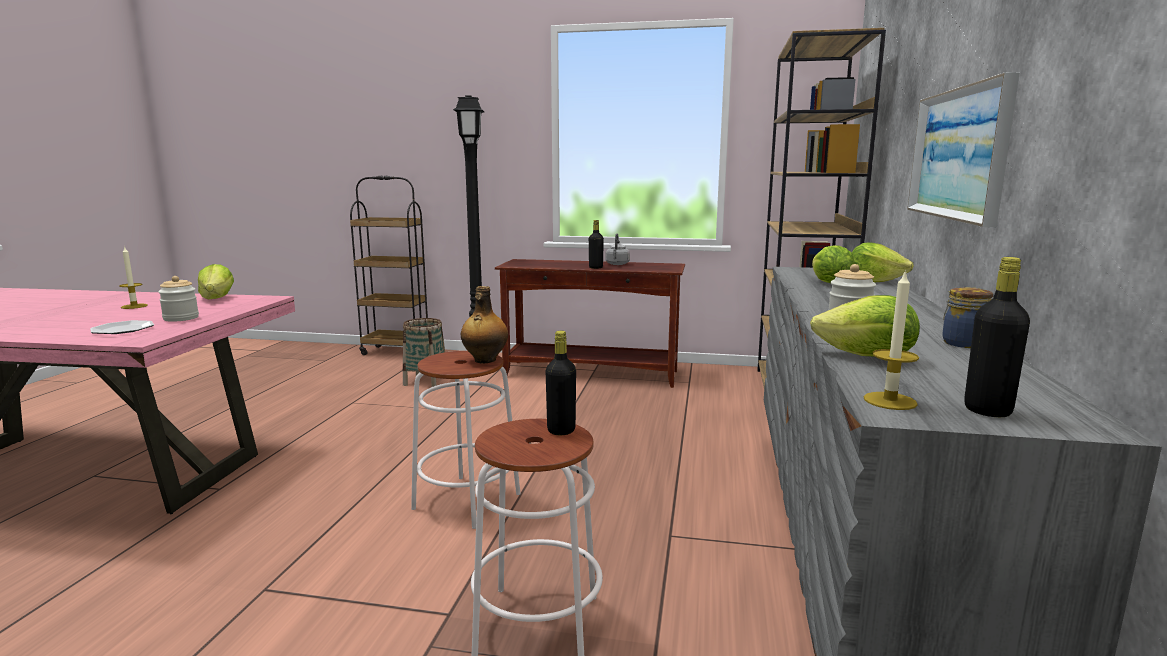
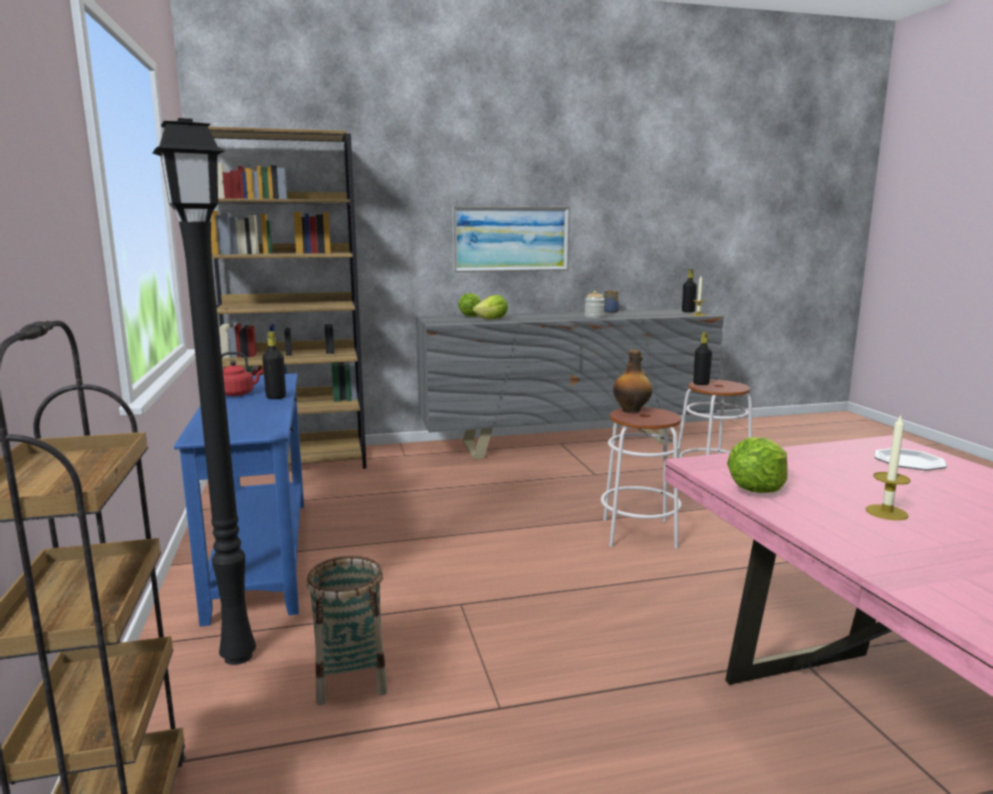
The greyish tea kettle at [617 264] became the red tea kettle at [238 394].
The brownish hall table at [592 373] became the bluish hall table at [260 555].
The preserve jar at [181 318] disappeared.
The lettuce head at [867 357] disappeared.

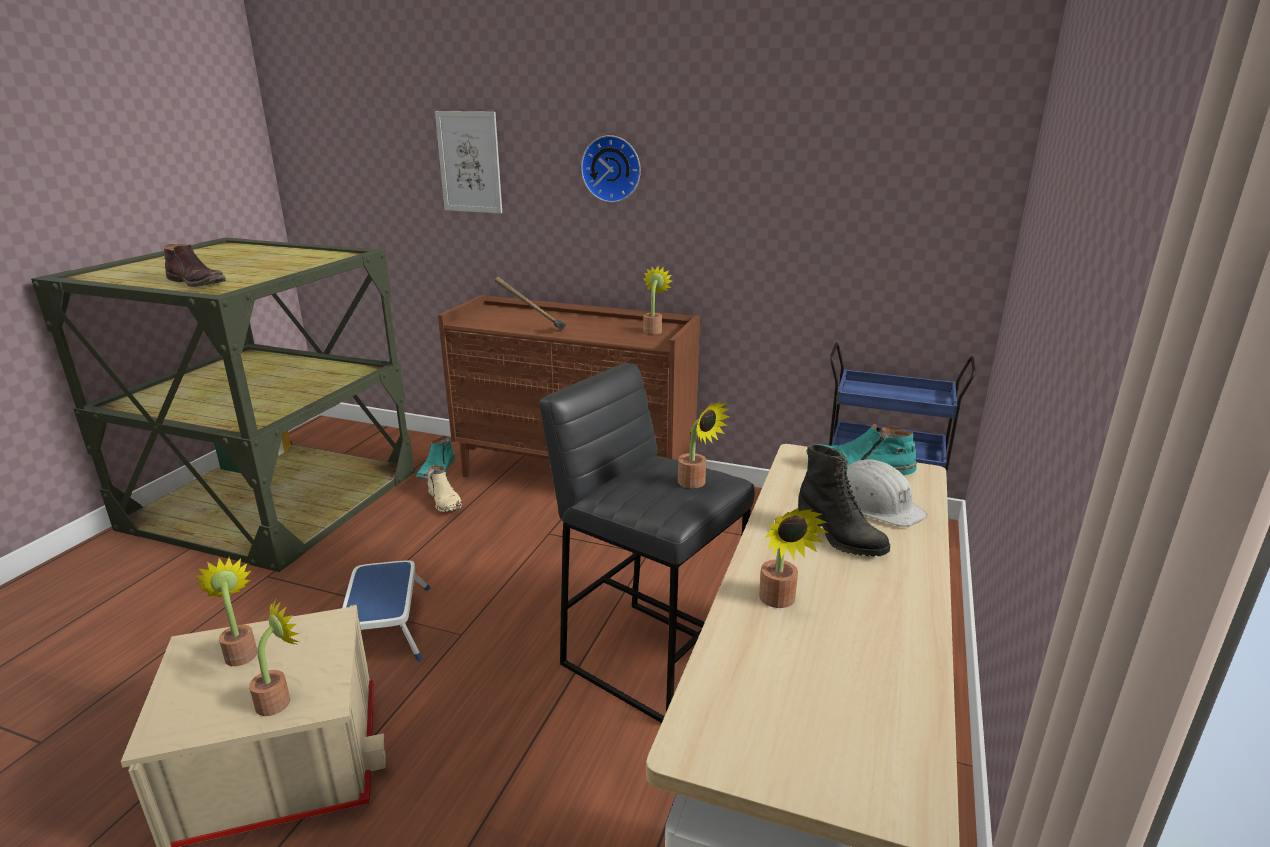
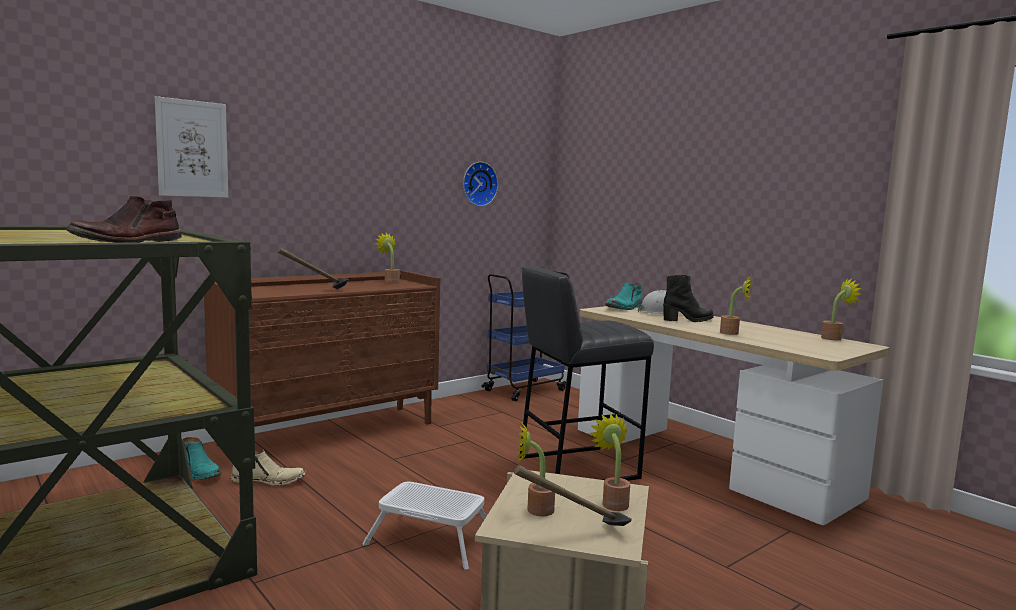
The clock on the wall moved from [612 168] to [478 184].
The brownish high-top boot at [198 282] turned 150 degrees clockwise.
The plant in a pot moved from [696 484] to [834 338].
The bluish step stool at [384 626] became the whitish step stool at [431 539].
The hammer at [575 535] appeared.

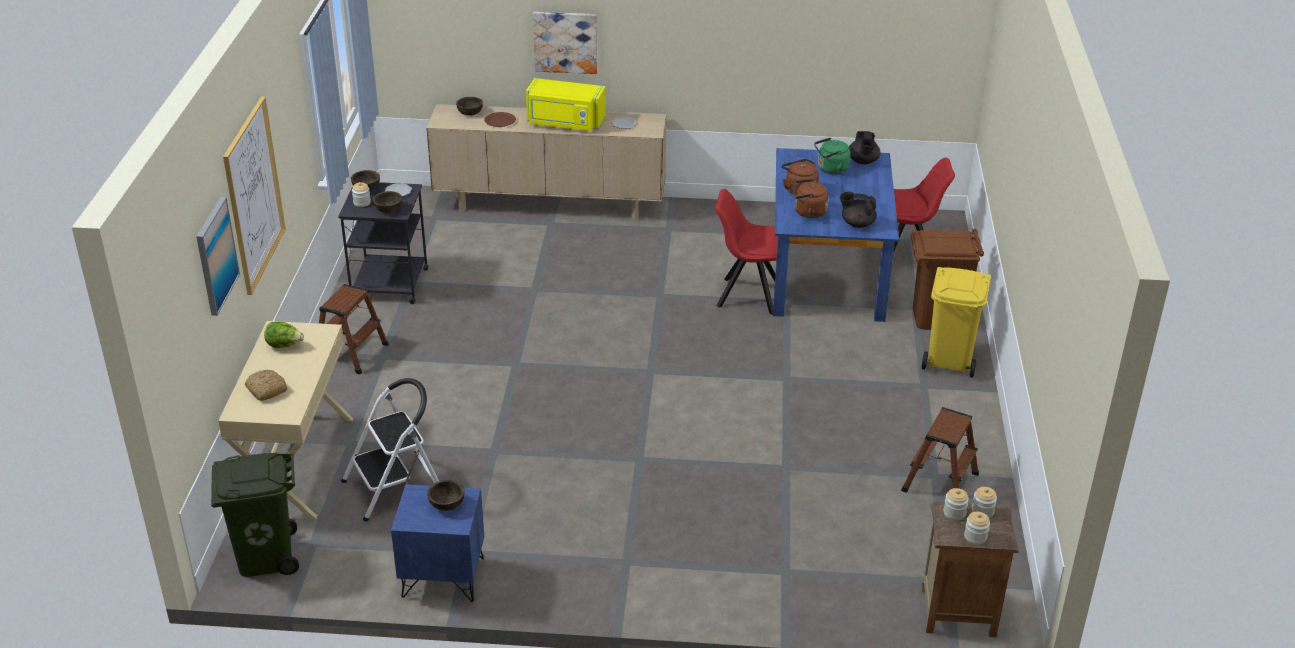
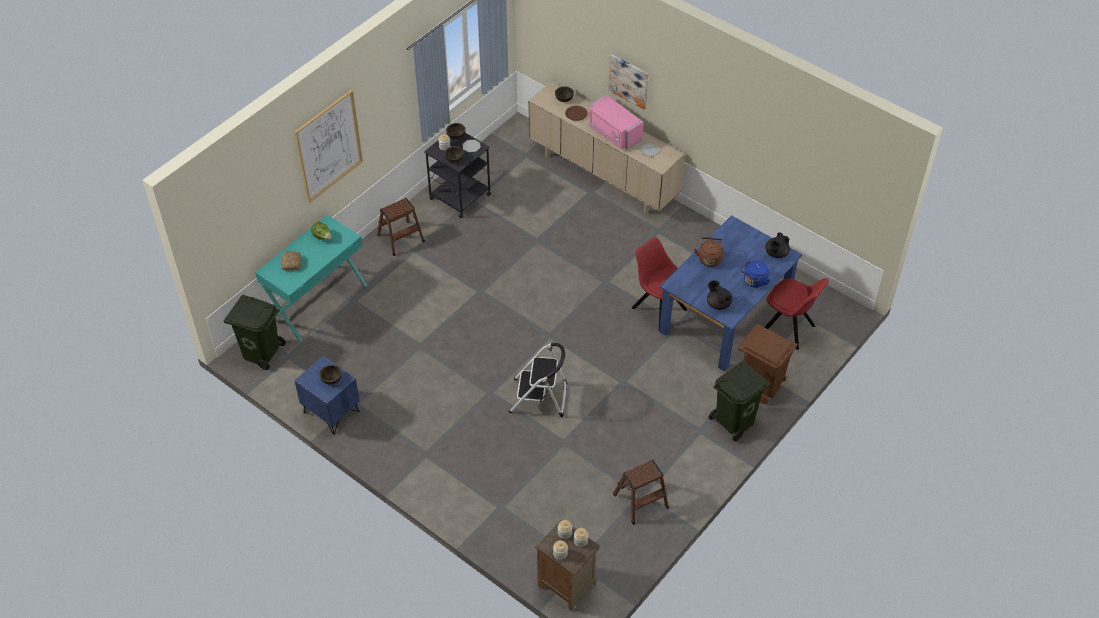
The yellowish microwave oven at [565 123] became the pink-coloured microwave oven at [614 133].
The greenish tea kettle at [831 169] disappeared.
The brownish tea kettle at [808 212] disappeared.
The picture at [216 255] disappeared.
The yellowish rubbish bin at [950 361] became the greenish rubbish bin at [735 421].
The beige hall table at [297 464] became the turquoise hall table at [317 301].
The step stool moved from [397 487] to [540 398].
The bluish tea kettle at [754 282] appeared.

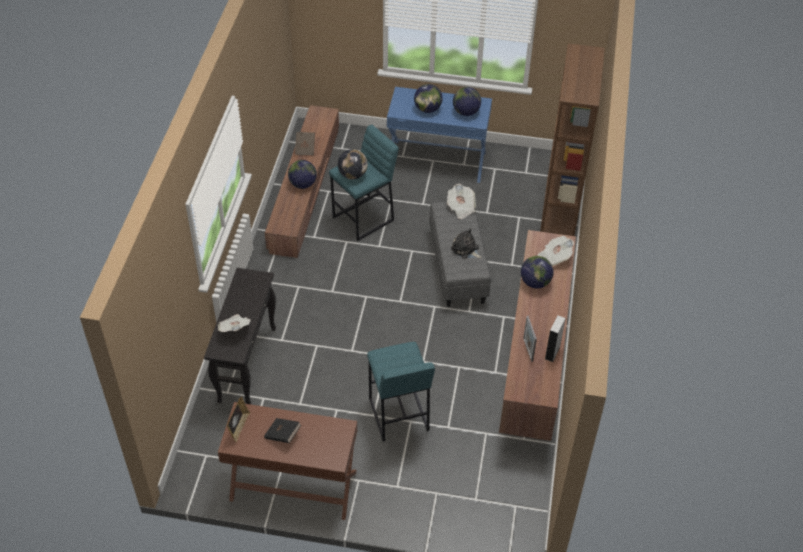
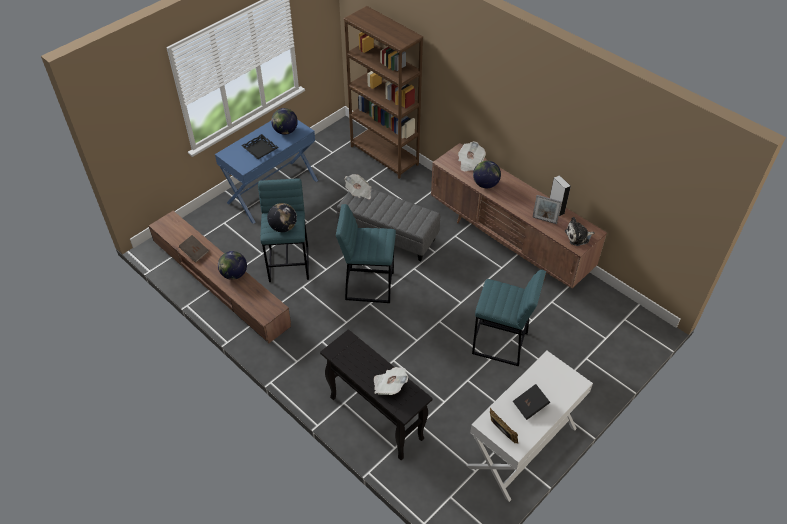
The world globe at [427 109] was replaced by the blackish tray at [260 149].
The soft toy moved from [466 250] to [578 236].
The brownish hall table at [293 486] became the whitish hall table at [522 447].
The turquoise stool seat at [368 286] appeared.

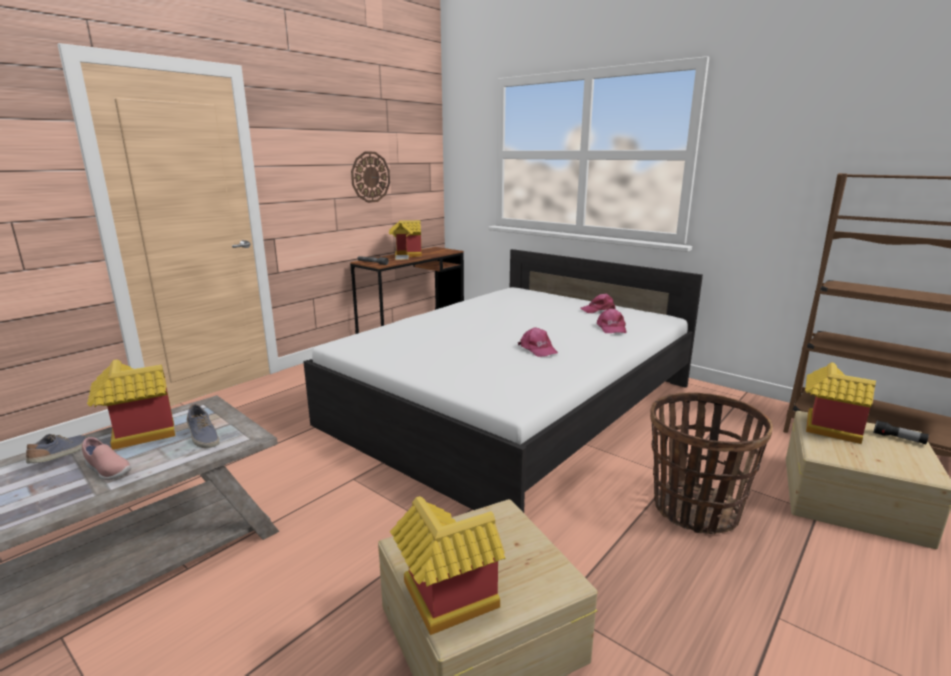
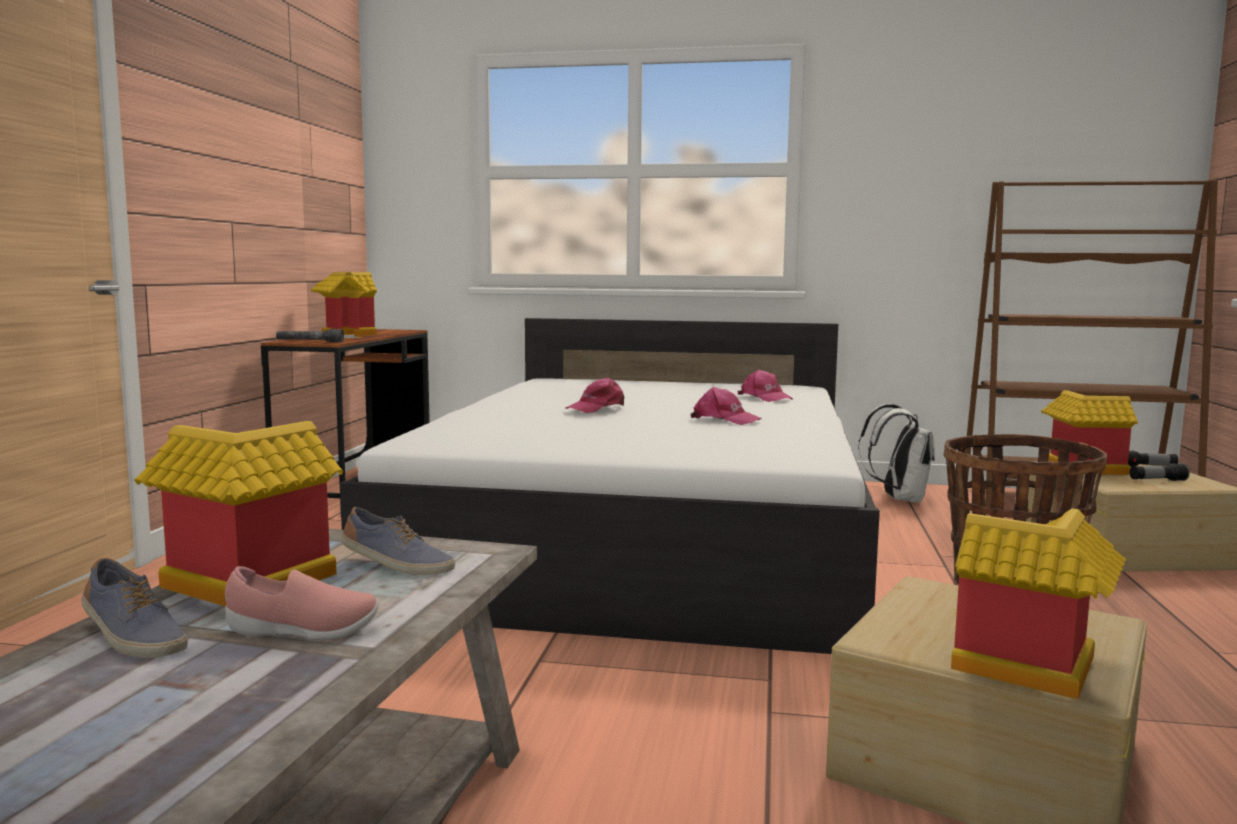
The clock on the wall at [370 177] disappeared.
The pink-coloured baseball cap moved from [598 309] to [597 408].
The low shoe at [61 456] turned 150 degrees clockwise.
The whitish backpack at [899 499] appeared.
The torch at [1157 480] appeared.

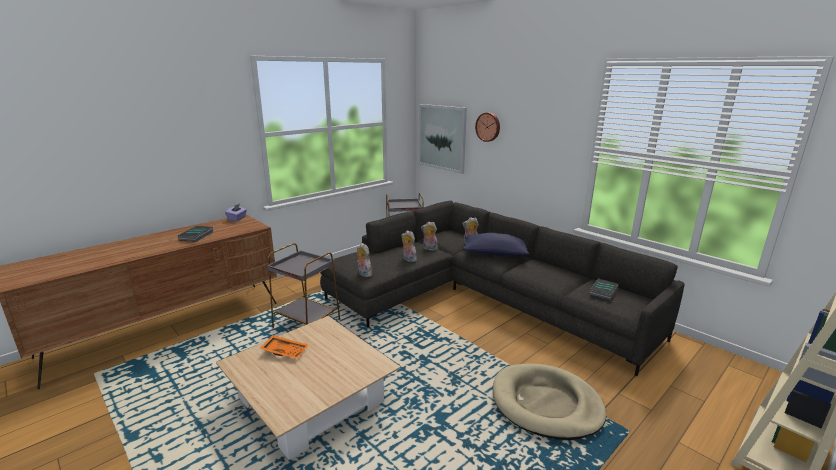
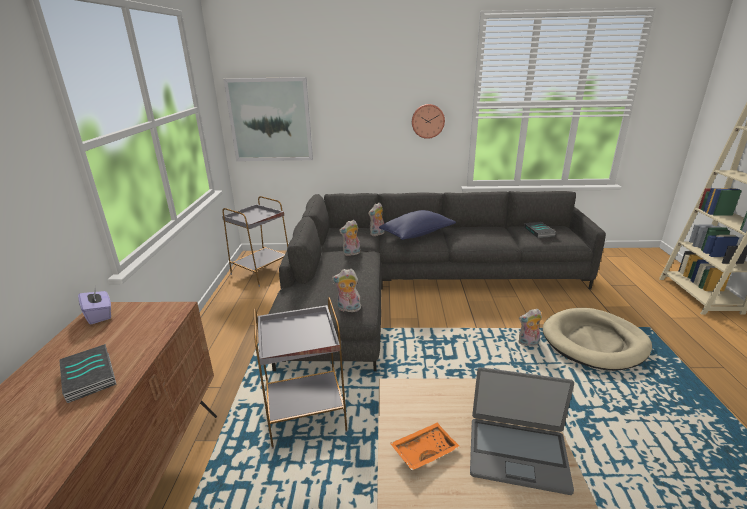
The clock on the wall moved from [488 127] to [427 121].
The soft toy moved from [408 259] to [528 343].
The laptop at [517 453] appeared.

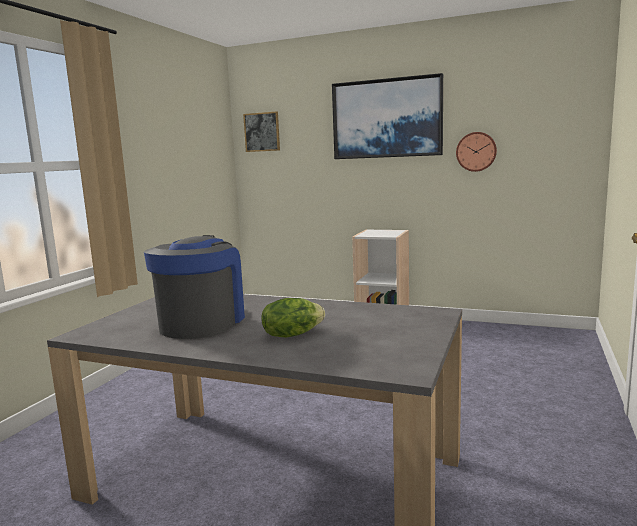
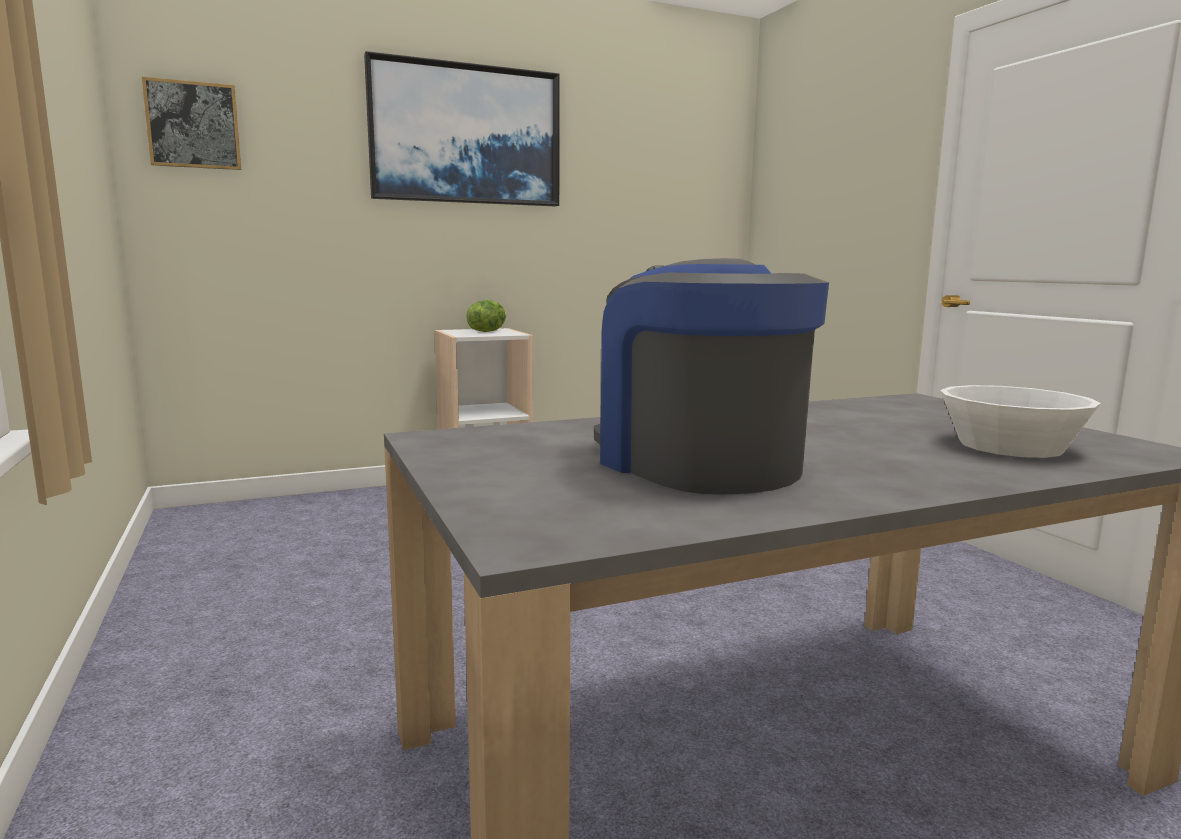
The clock on the wall at [476 151] disappeared.
The lettuce head moved from [292 334] to [487 331].
The whitish serving bowl at [1009 446] appeared.

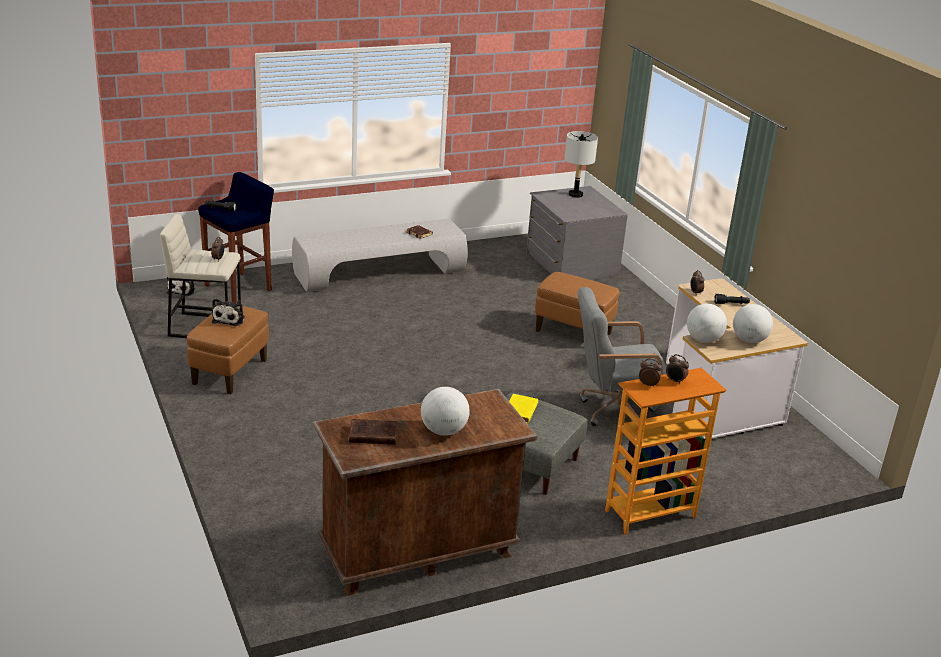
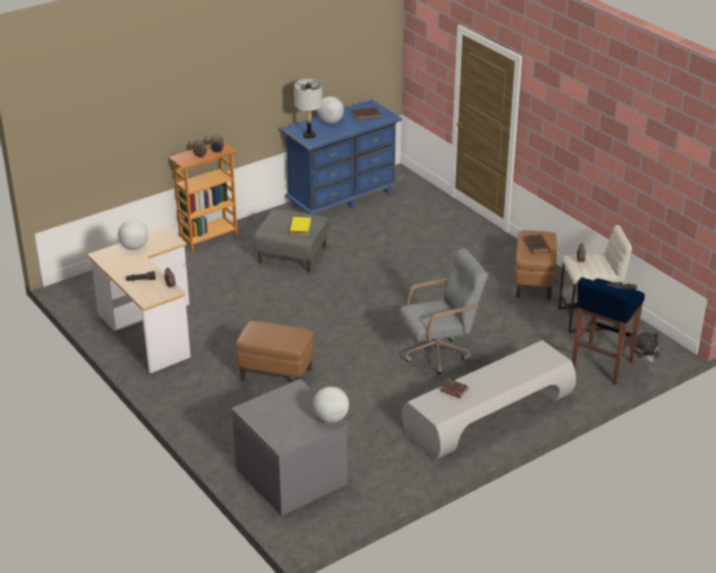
The greyish tabletop lamp moved from [575 195] to [309 135].
The greyish office chair moved from [612 412] to [440 354].
The soft toy at [229 319] was replaced by the brownish volume at [537 246].
The world globe moved from [703 340] to [331 418].
The brownish dresser at [418 553] became the bluish dresser at [342 199].

